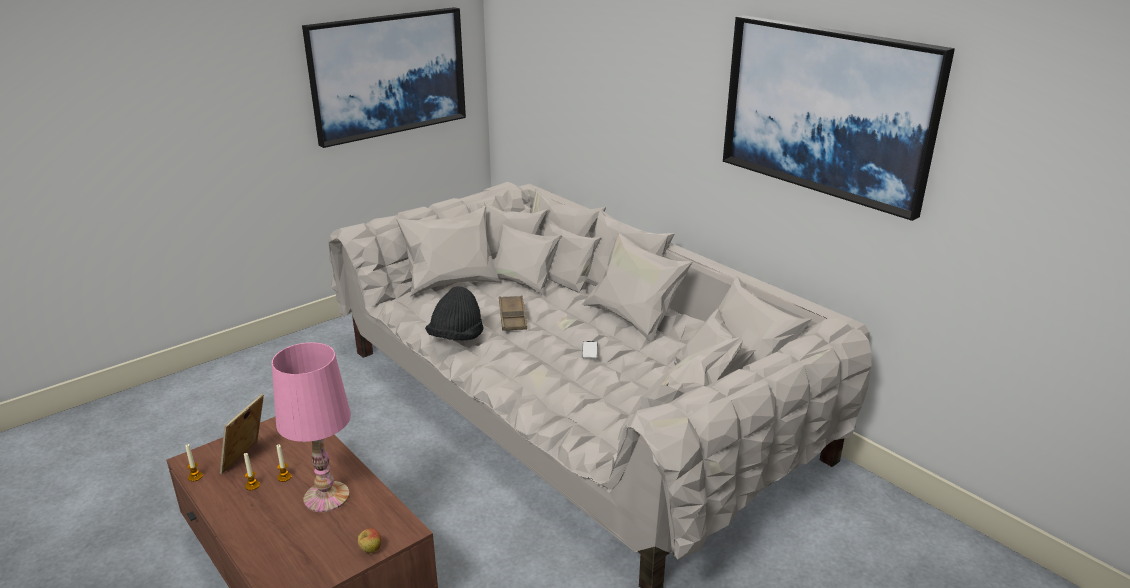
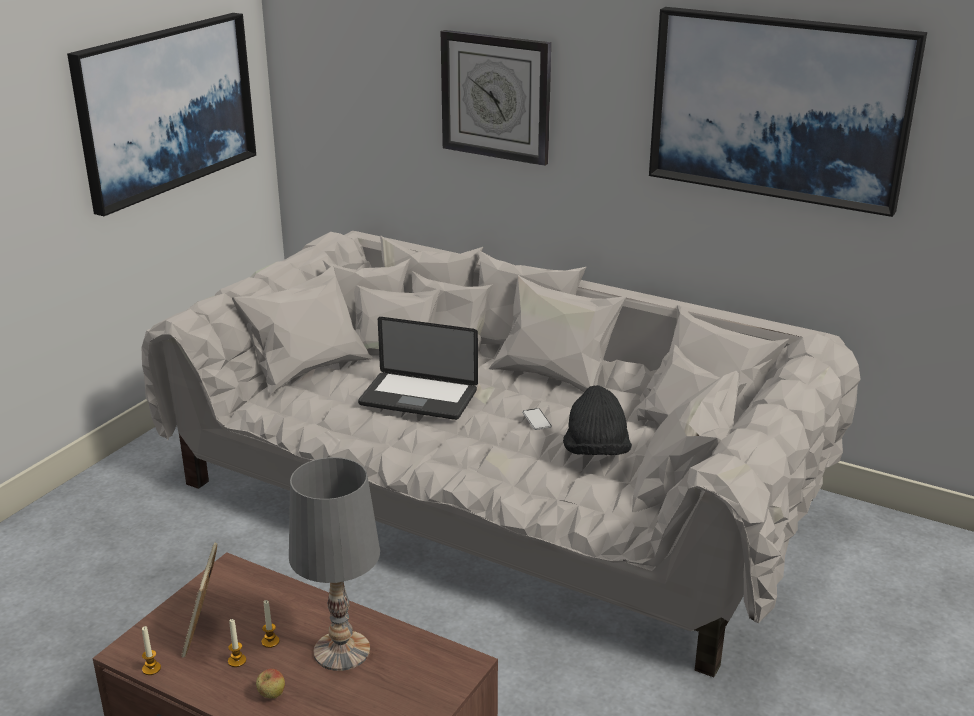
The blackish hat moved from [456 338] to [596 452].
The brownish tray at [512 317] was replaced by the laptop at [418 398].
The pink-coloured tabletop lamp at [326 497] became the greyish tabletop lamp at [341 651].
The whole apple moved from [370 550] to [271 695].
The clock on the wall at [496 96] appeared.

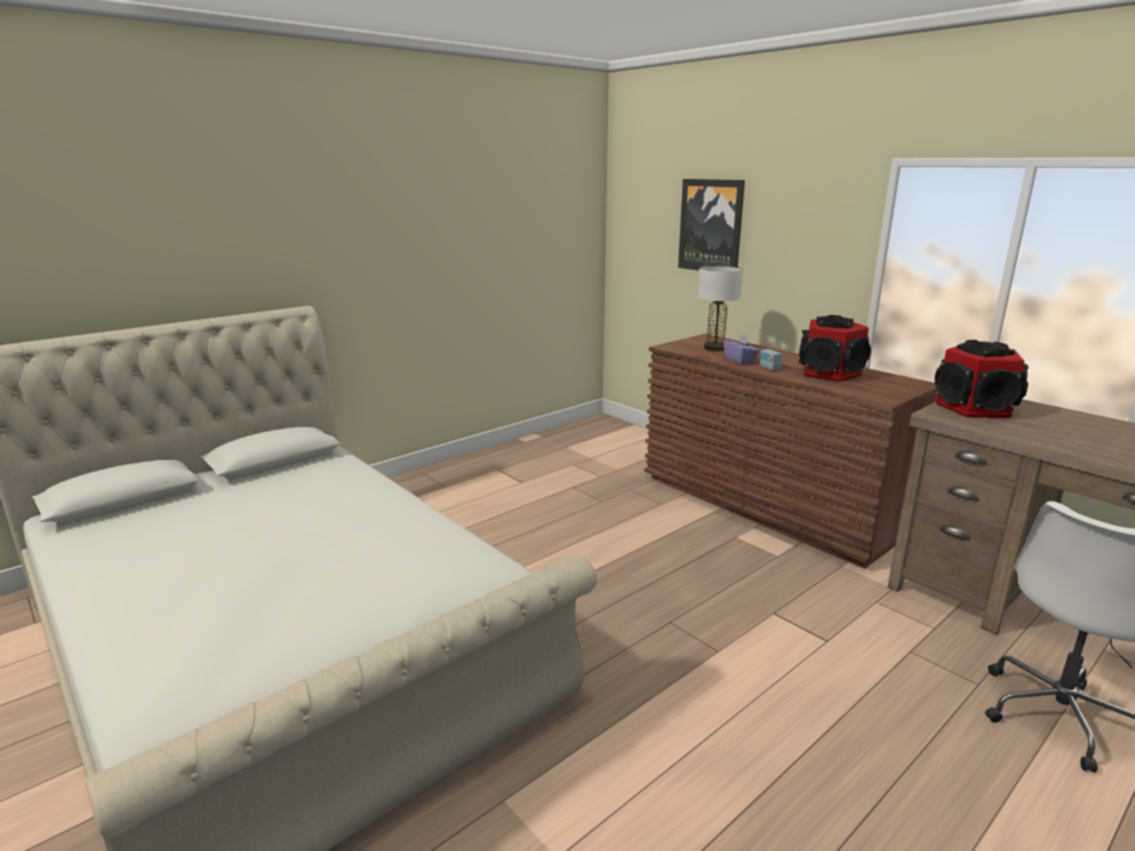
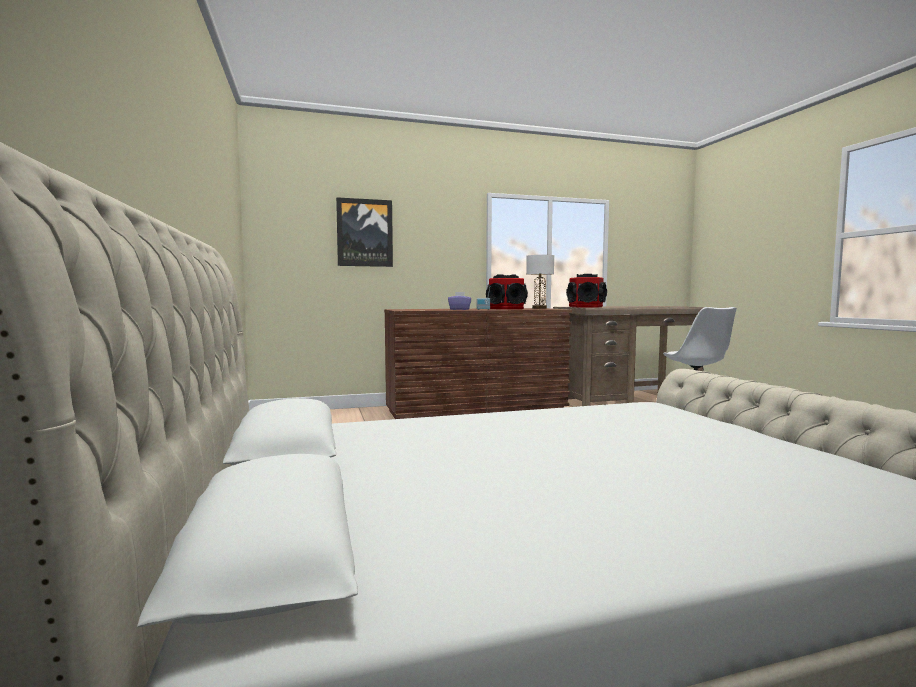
The tabletop lamp moved from [714 348] to [539 308].

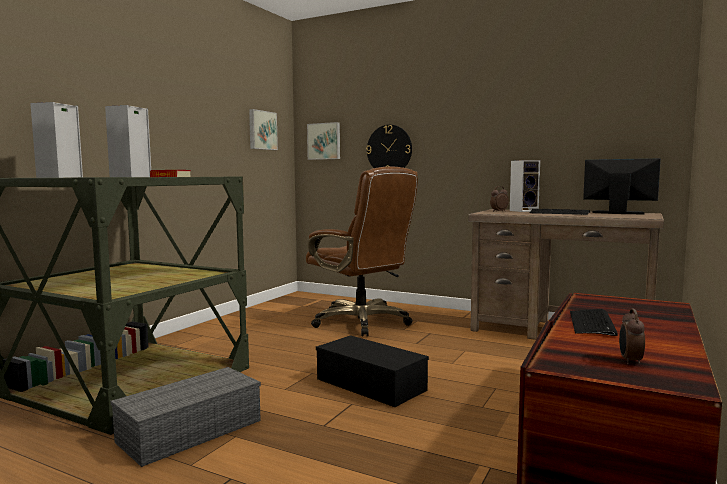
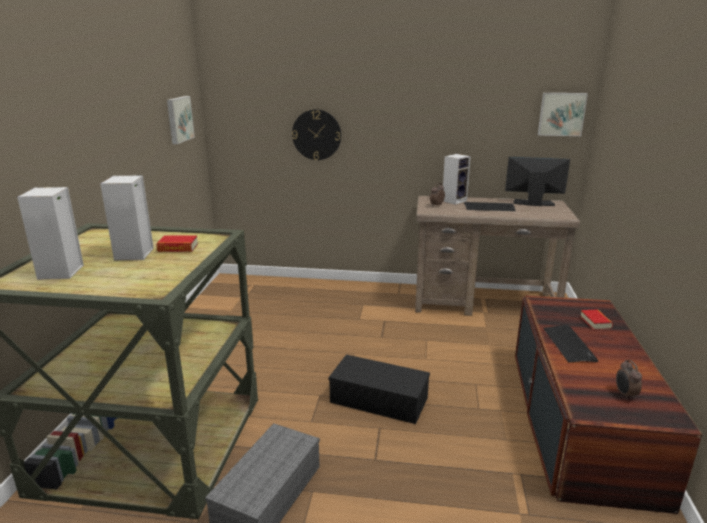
The picture moved from [324 141] to [561 114].
The brownish office chair at [361 322] disappeared.
The volume at [595 322] appeared.

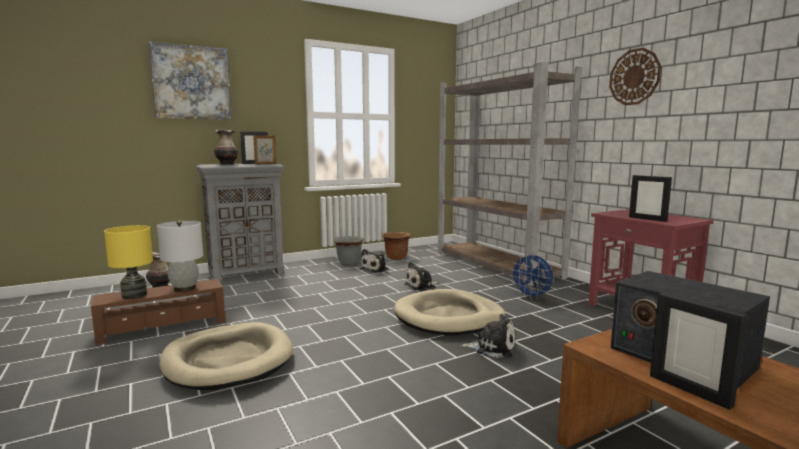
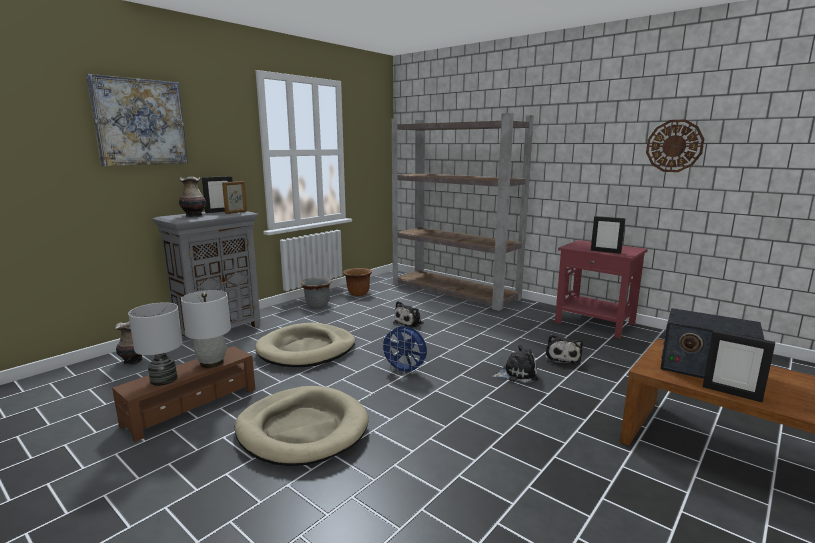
The clock on the wall moved from [634 77] to [674 146].
The yellowish tabletop lamp at [134 295] became the greyish tabletop lamp at [164 379].
The soft toy moved from [375 269] to [562 358].
The bluish cooling fan moved from [531 297] to [405 371].
The beige pet bed moved from [449 317] to [307 349].

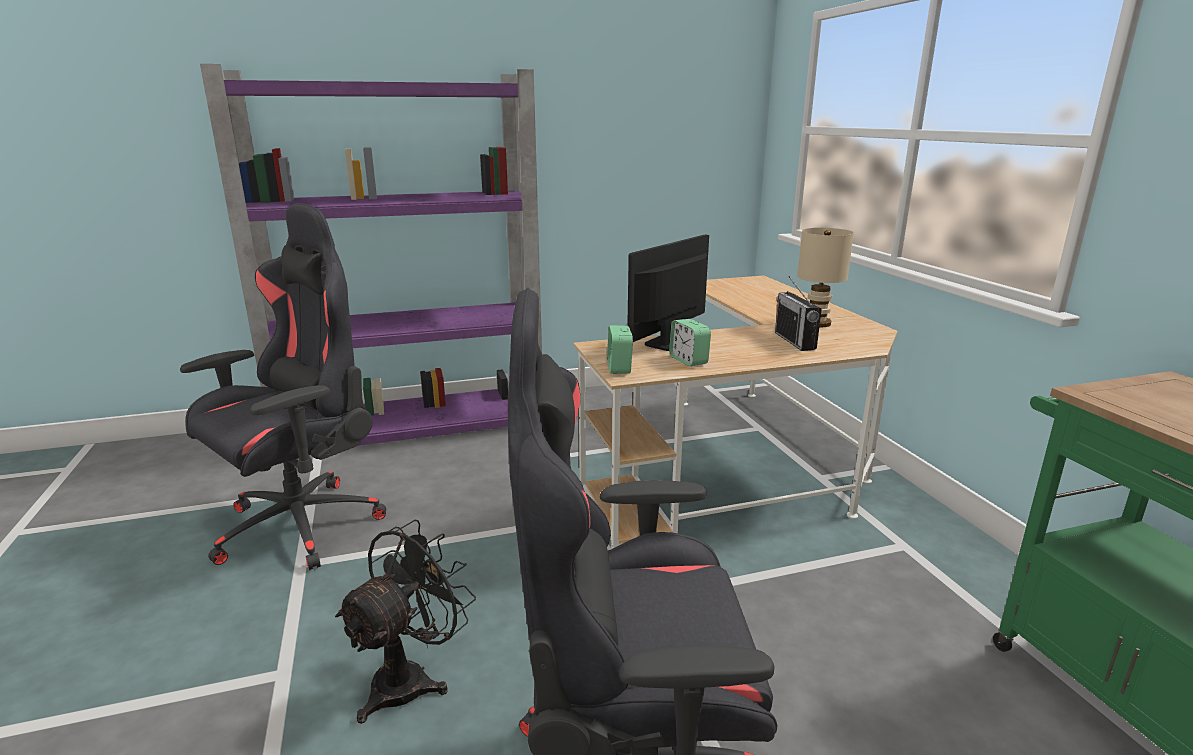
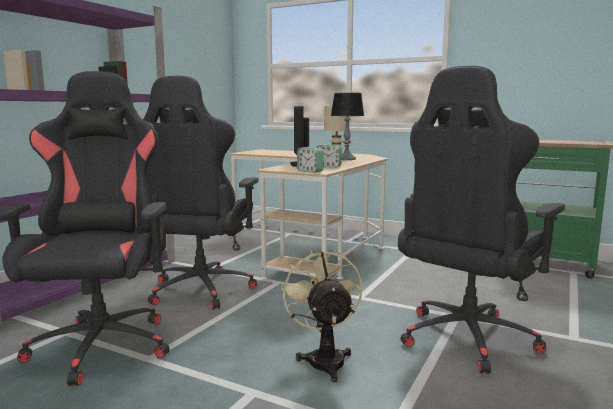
The radio receiver at [794 341] was replaced by the tabletop lamp at [346 159].
The blackish cooling fan at [411 678] became the beige cooling fan at [324 359].
The blackish office chair at [201 289] appeared.

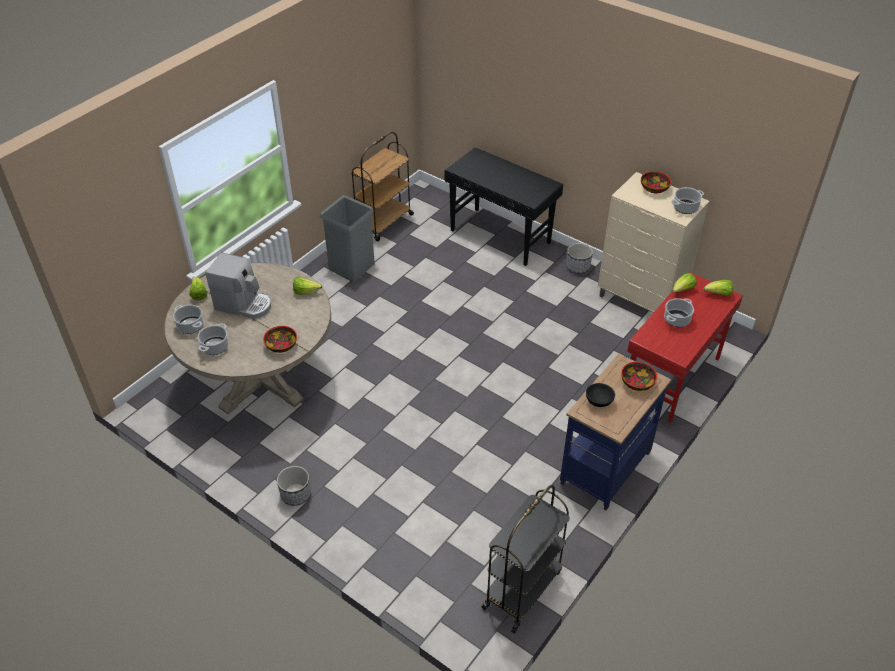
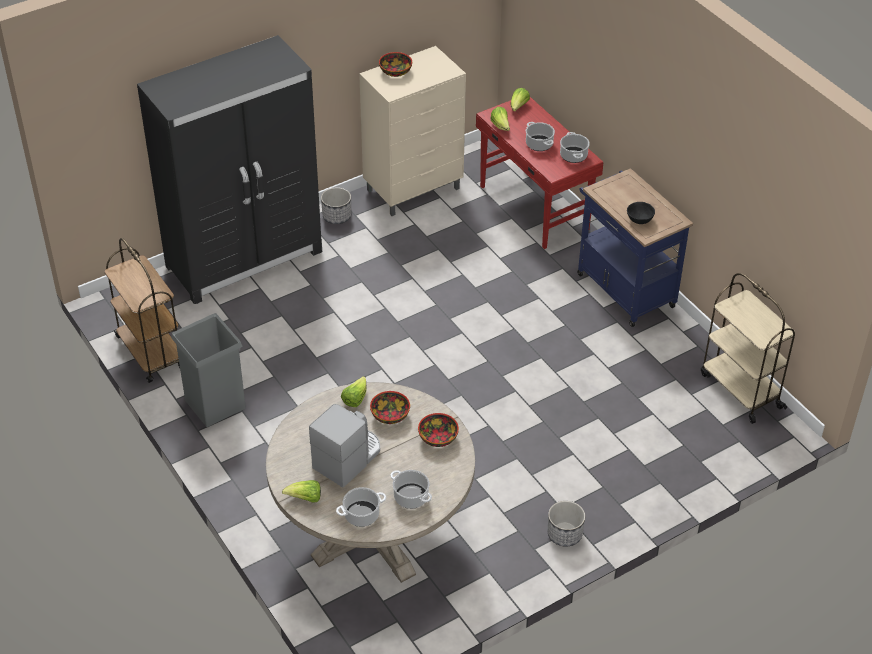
The blackish hall table at [501 237] was replaced by the blackish cabinet at [246 259].
The cooking pot moved from [685 208] to [573 156].
The serving bowl moved from [637 383] to [389 415].
The blackish trolley at [523 589] became the beige trolley at [740 390].

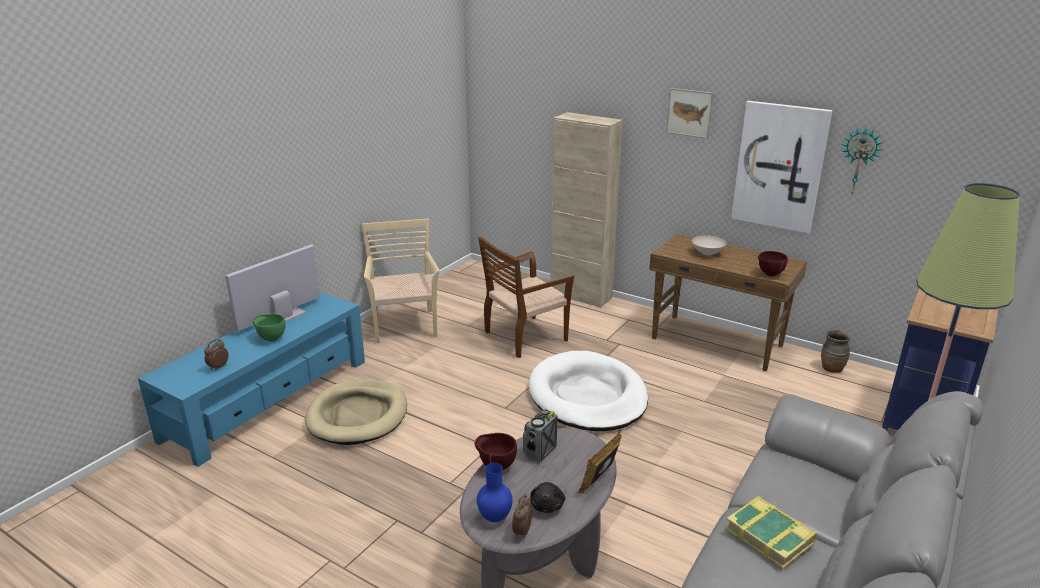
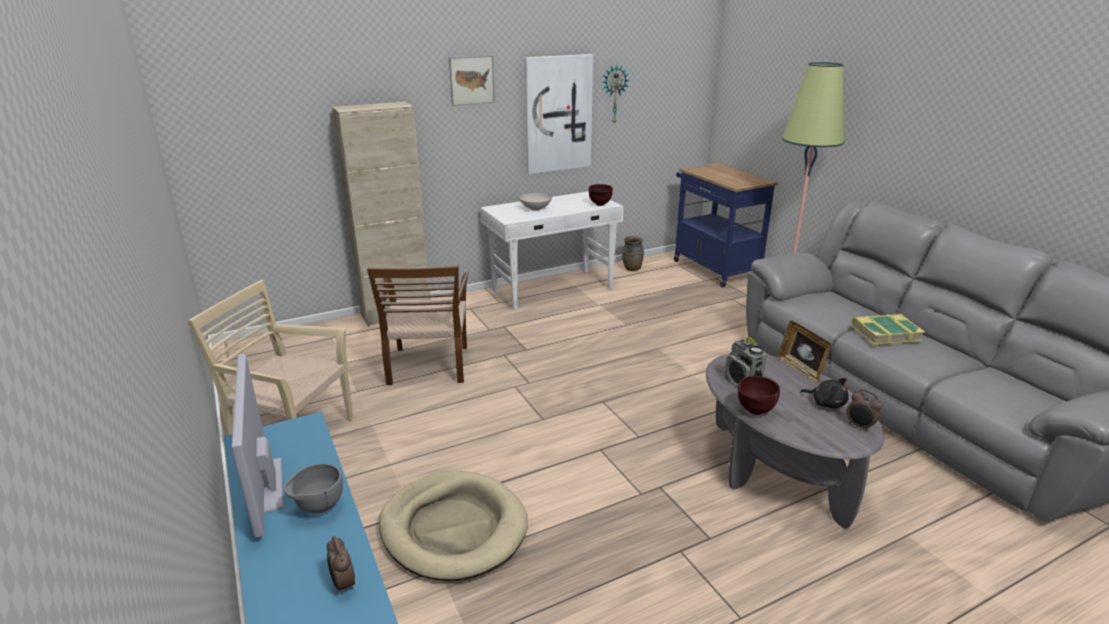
The brownish hall table at [717 342] became the whitish hall table at [552 289].
The greenish serving bowl at [271 338] became the greyish serving bowl at [318 508].
The whitish pet bed at [587 396] disappeared.
The bluish flower vase at [494 517] disappeared.

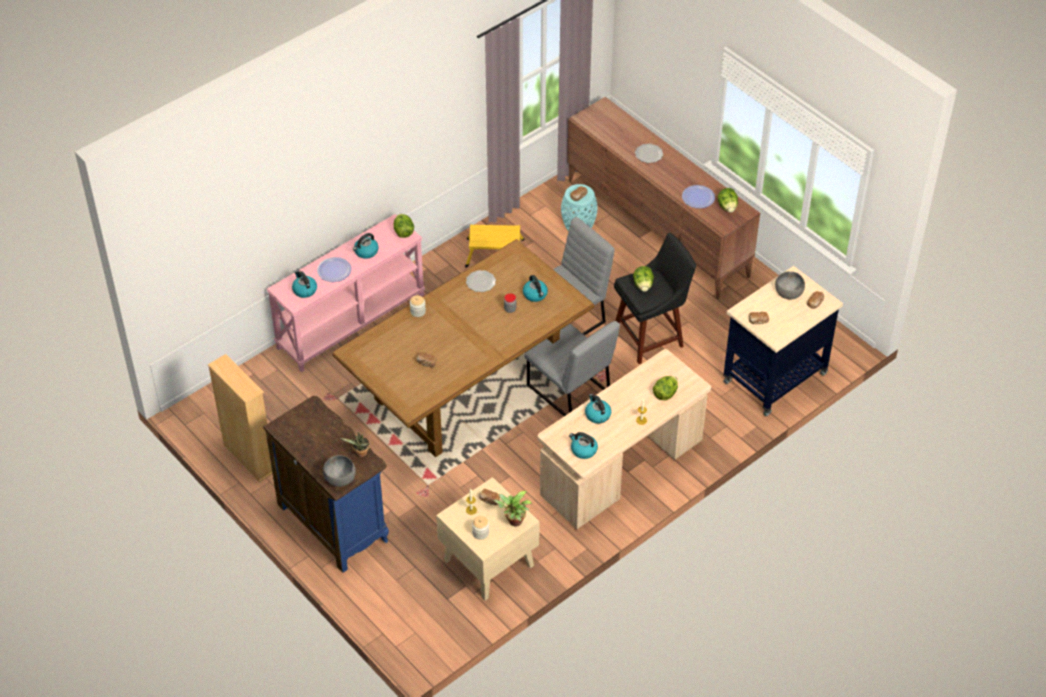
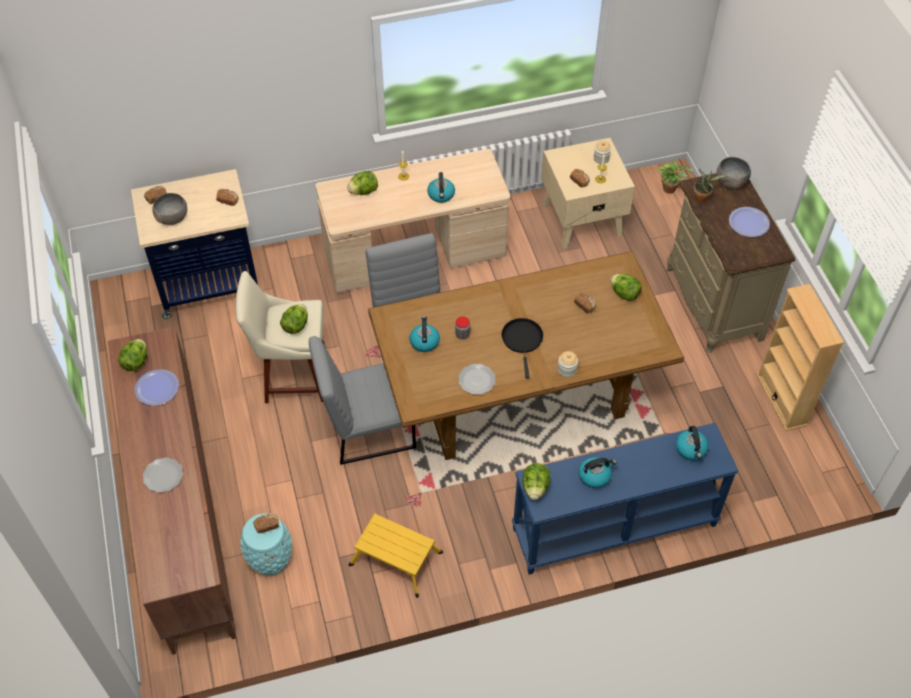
The pink-coloured hall table at [351 321] became the bluish hall table at [614 528].
The blackish stool seat at [651 336] became the beige stool seat at [292 376].
The dinner plate moved from [334 270] to [748 223].
The bluish dresser at [334 521] became the beige dresser at [711 304].
The tea kettle at [583 450] disappeared.
The plant in a pot moved from [513 521] to [671 189].
The lettuce head at [624 294] appeared.
The blackish pan at [522 340] appeared.

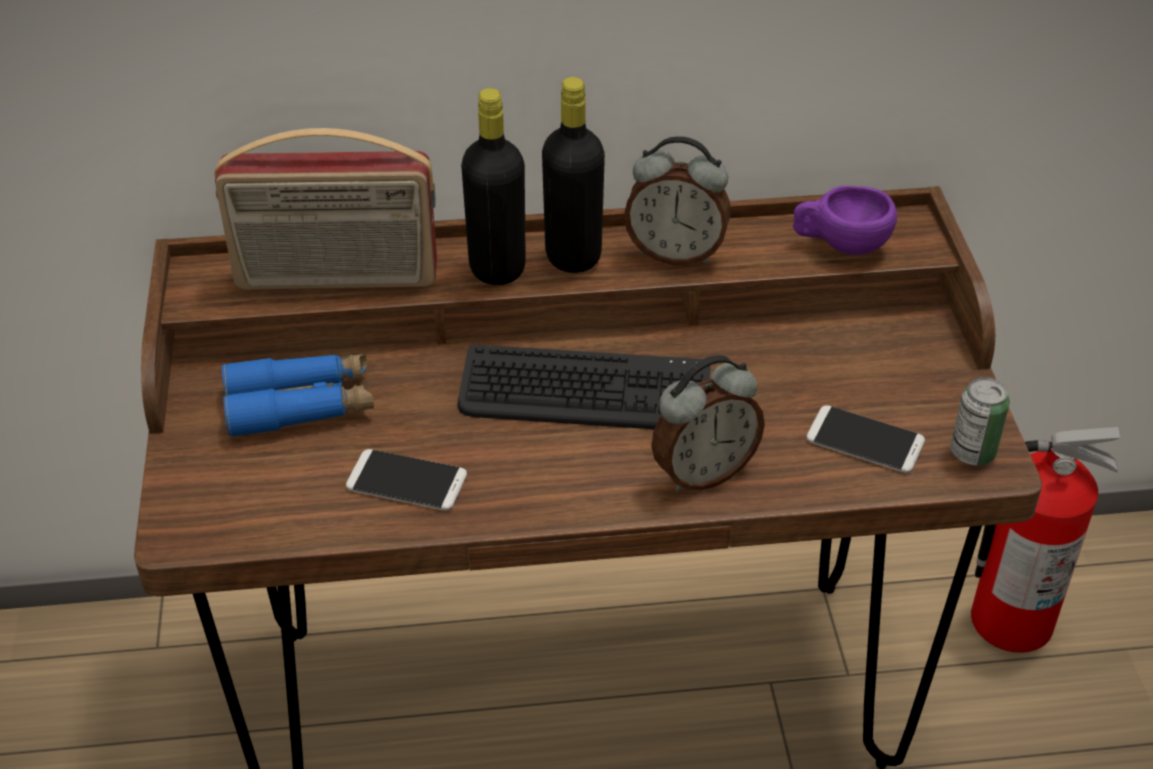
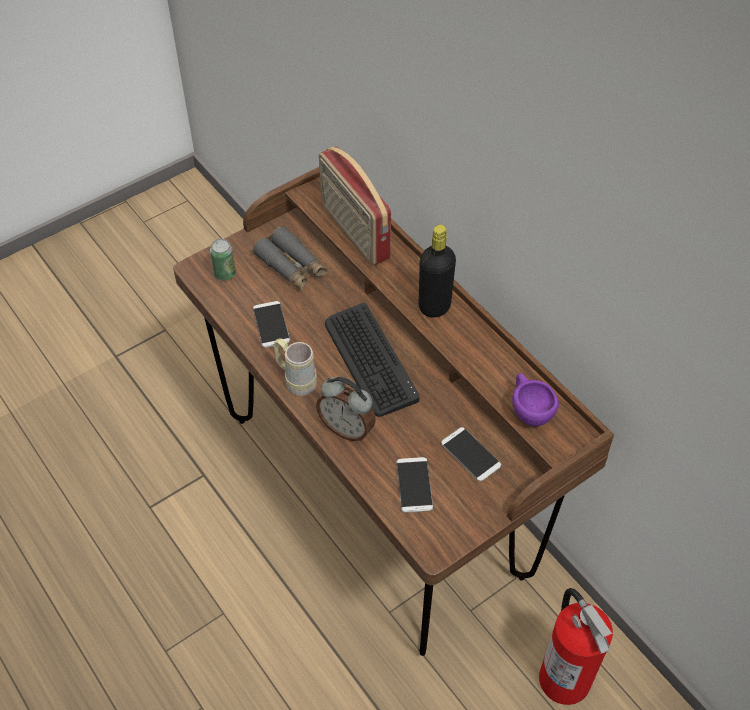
The blackish bottle at [497 268] disappeared.
The alarm clock at [675 253] disappeared.
The bluish pair of binoculars at [300 405] became the greyish pair of binoculars at [291 266].
The can moved from [972 453] to [225 273].
The beige coffee mug at [296 380] appeared.
The handset at [470 454] appeared.

